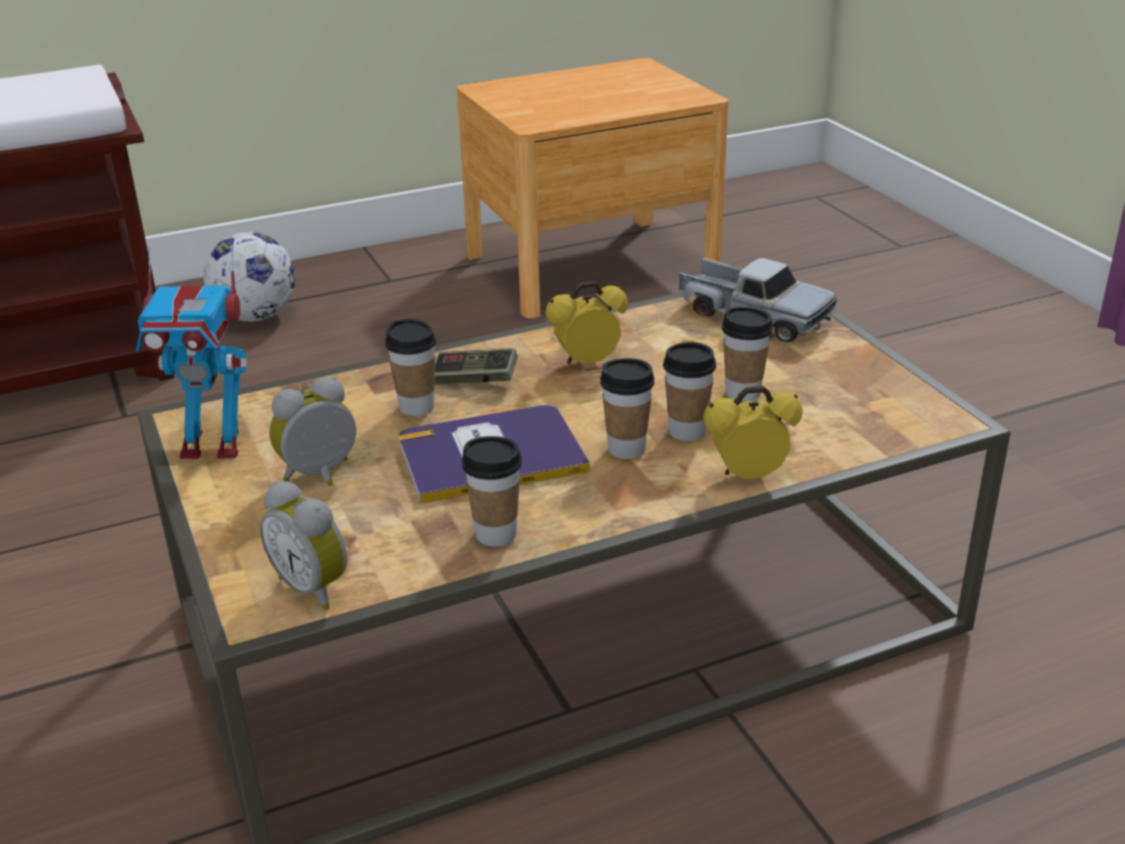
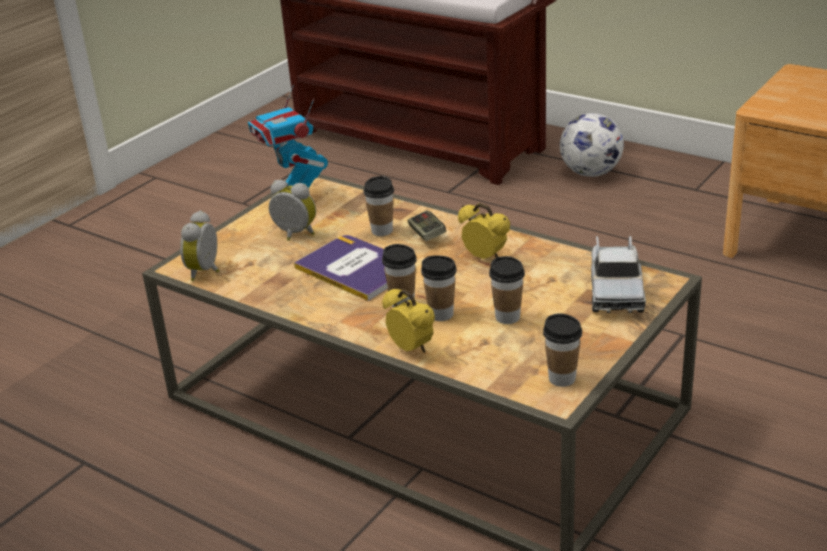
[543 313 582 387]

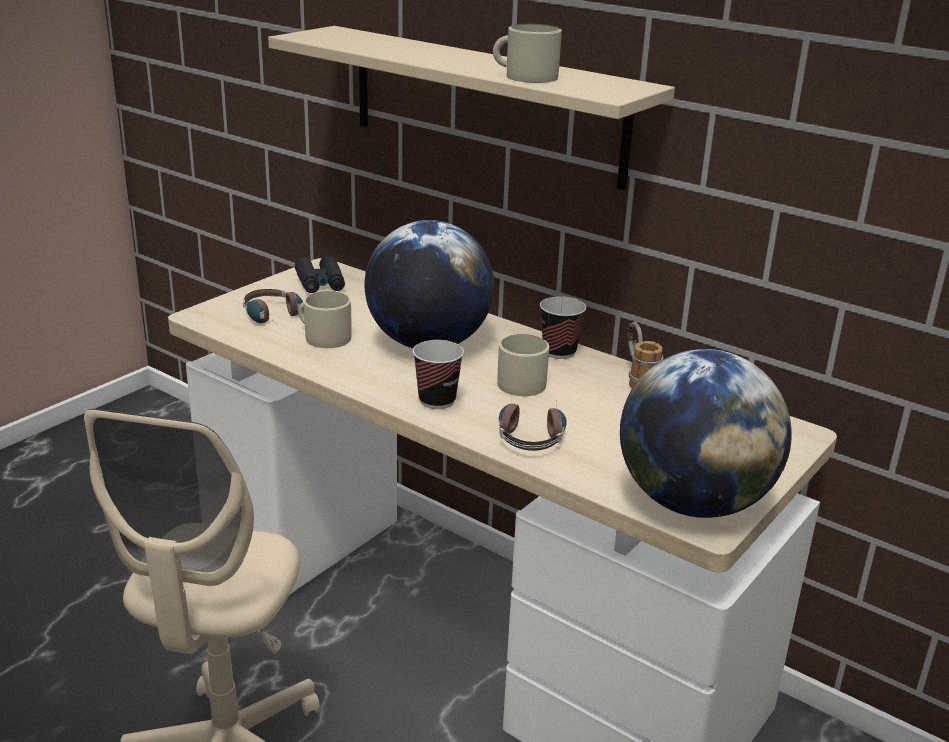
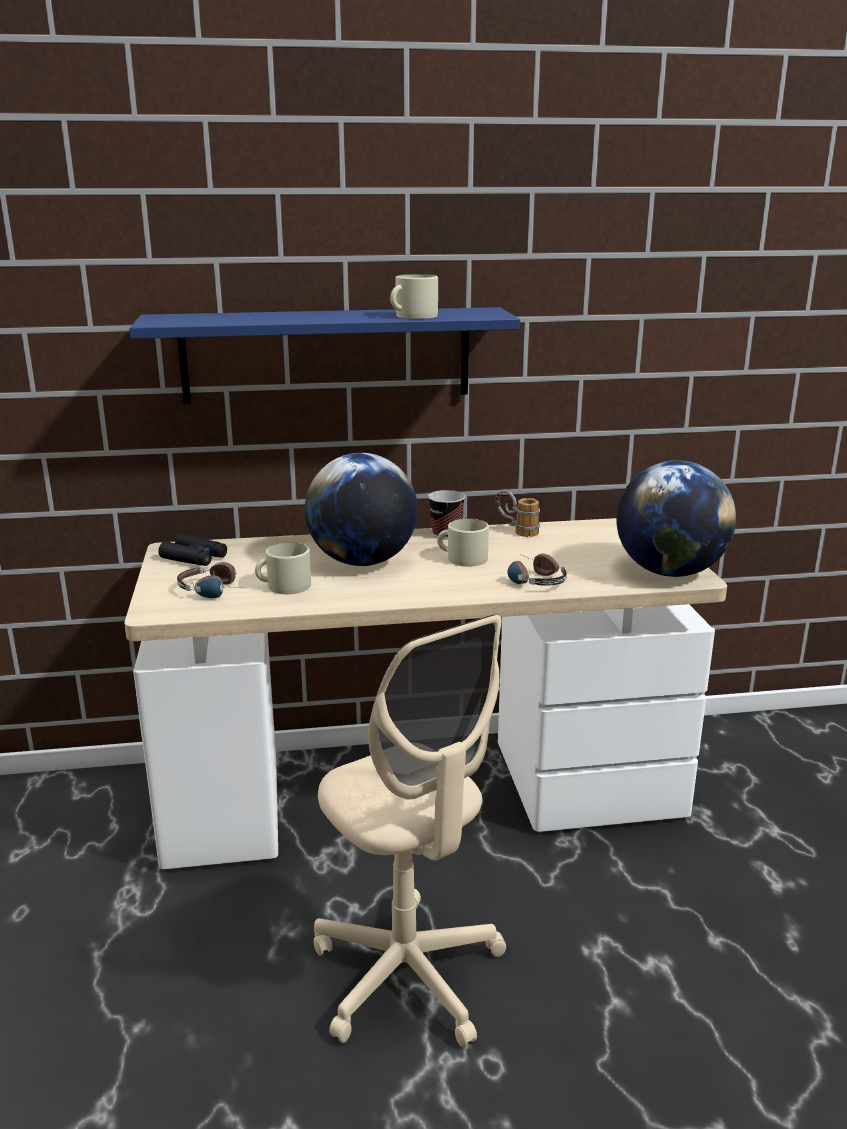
[129 307 520 404]
[413 340 464 409] (first image)

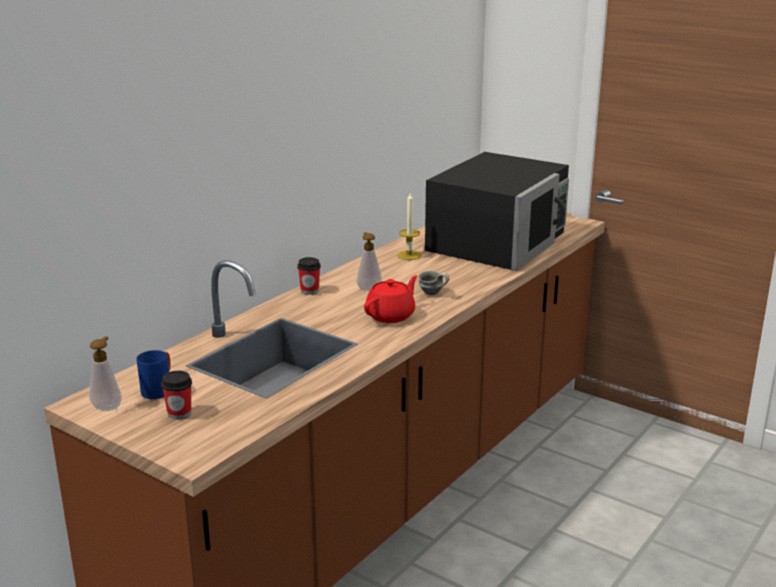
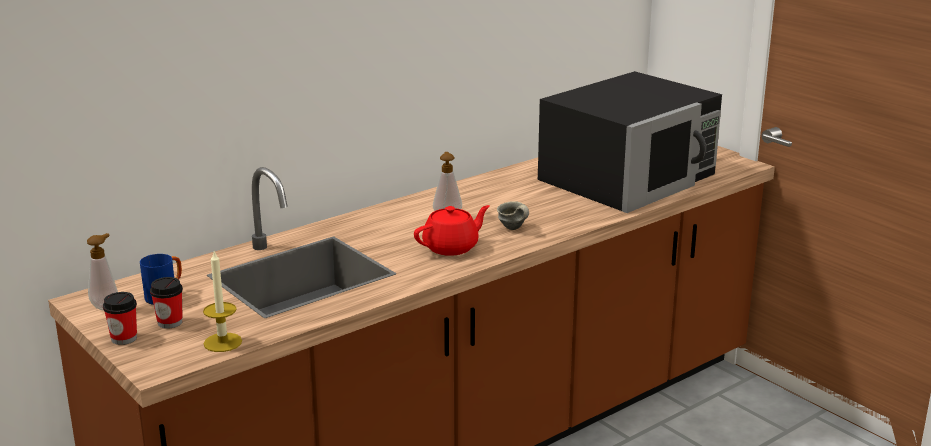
[103 292 137 345]
[203 251 242 352]

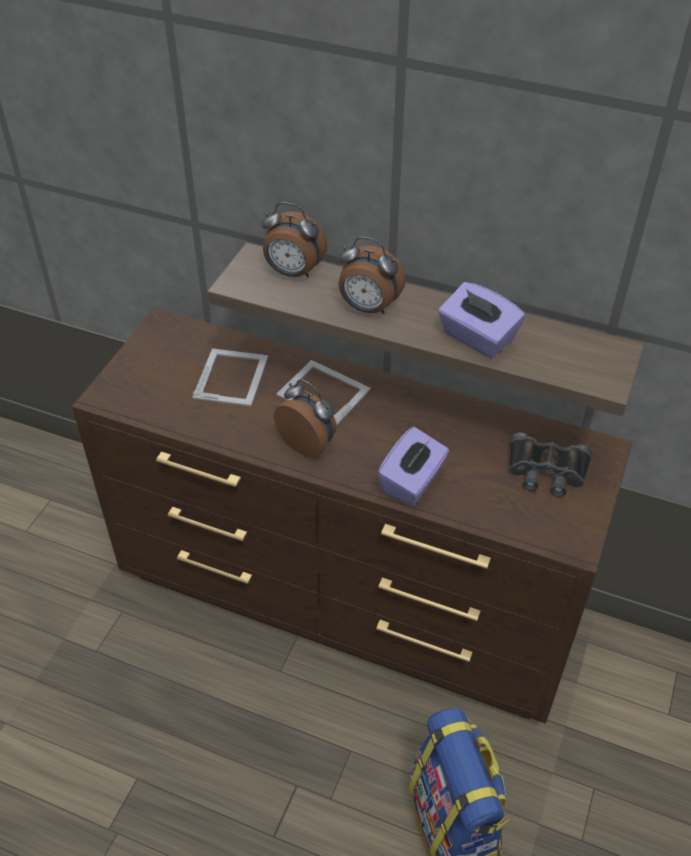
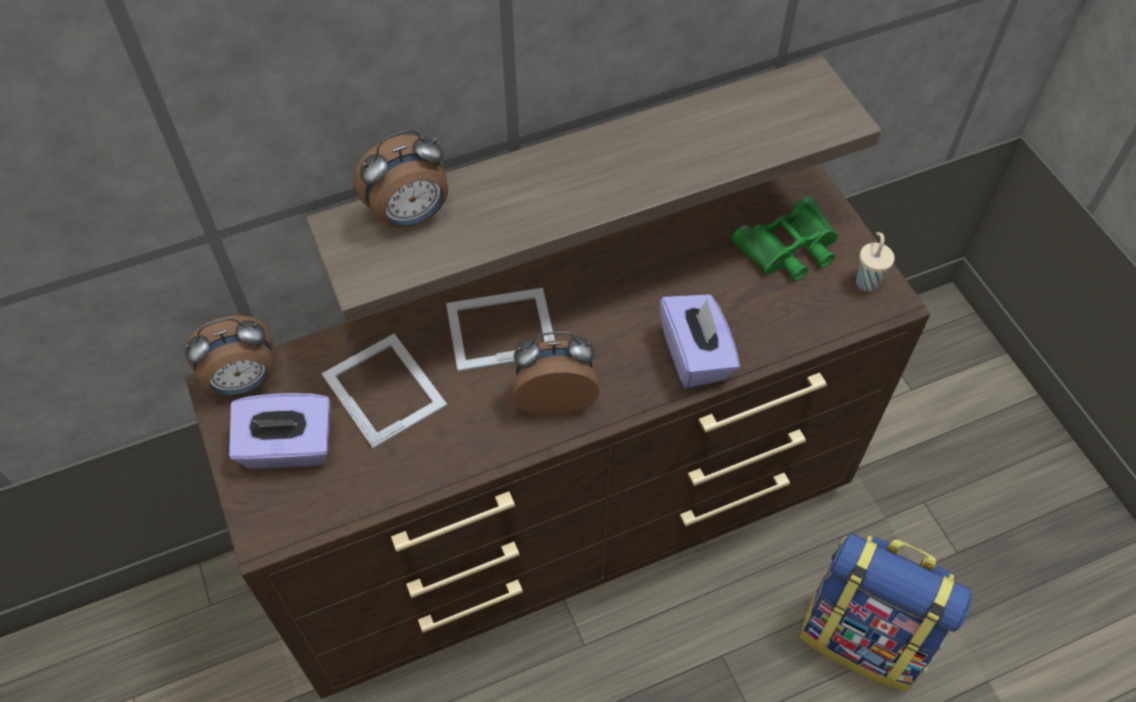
[185 315 274 396]
[229 393 331 469]
[732 196 838 281]
[856 232 895 291]

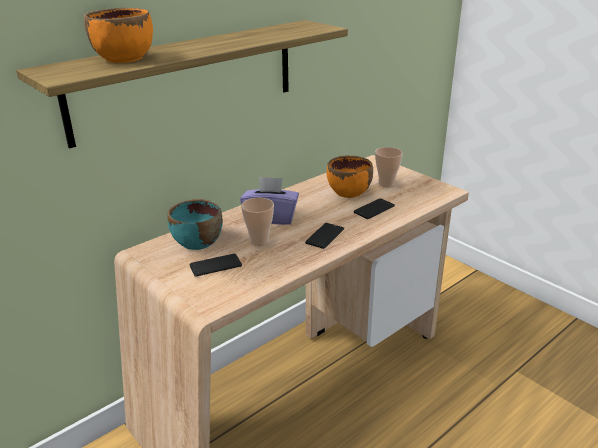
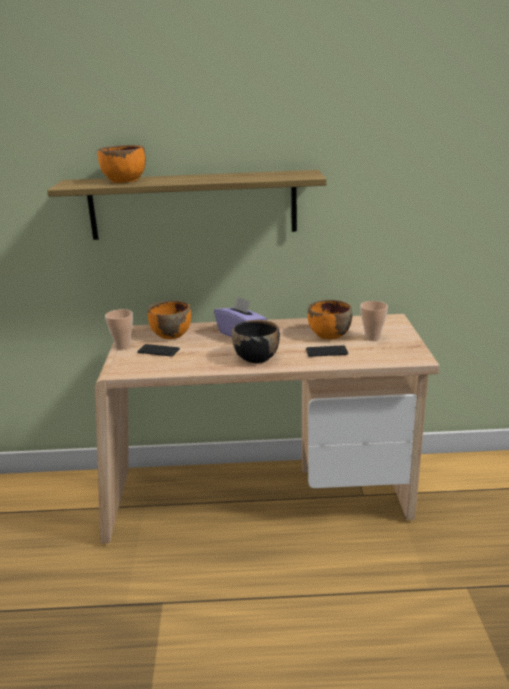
[105 309 133 349]
[148 301 191 339]
[232 320 280 363]

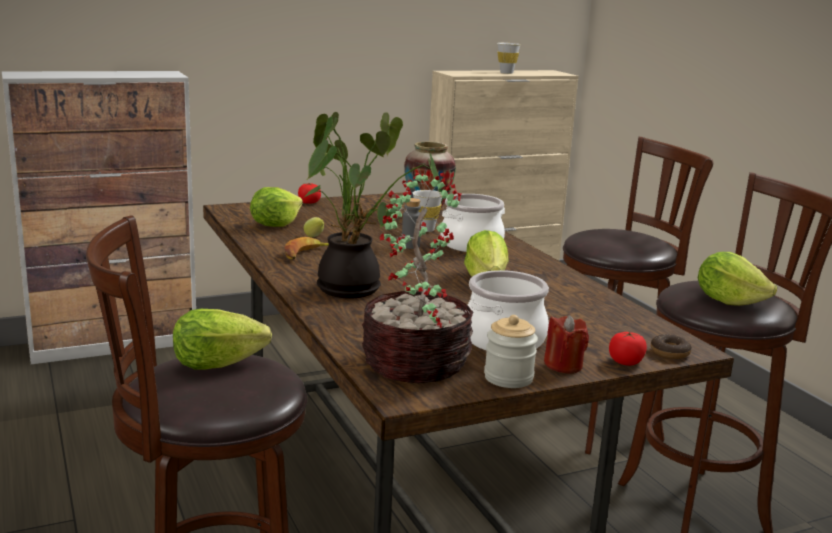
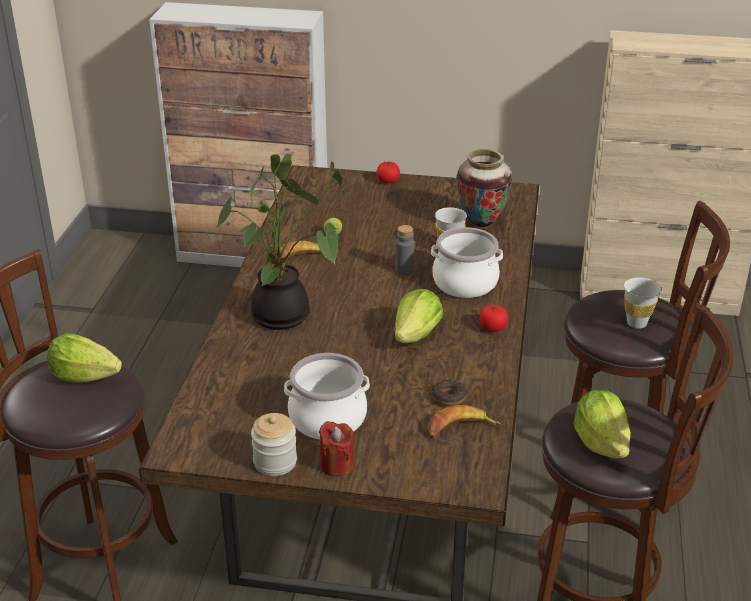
[427 405 502 438]
[432 379 467 406]
[479 304 508 332]
[624 277 661 329]
[250 187 303 227] (first image)
[362 172 473 383] (first image)

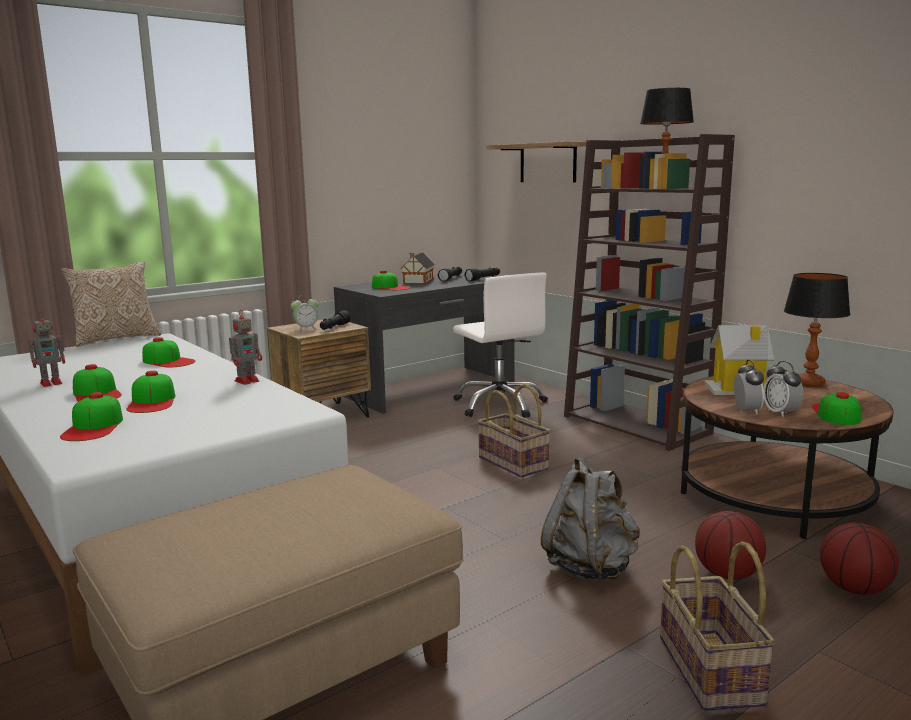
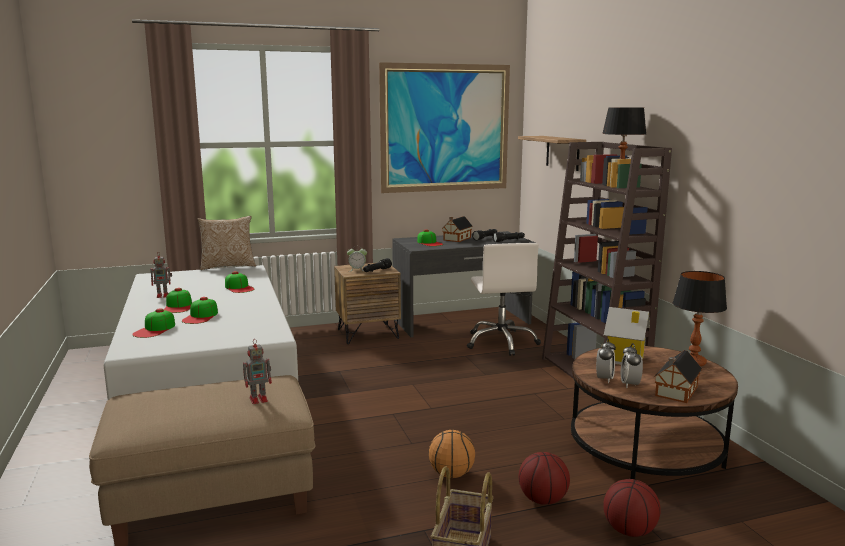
[243 339 272 404]
[379 62 510 193]
[428 430 475 478]
[654 350 702 403]
[477 384 551 478] (first image)

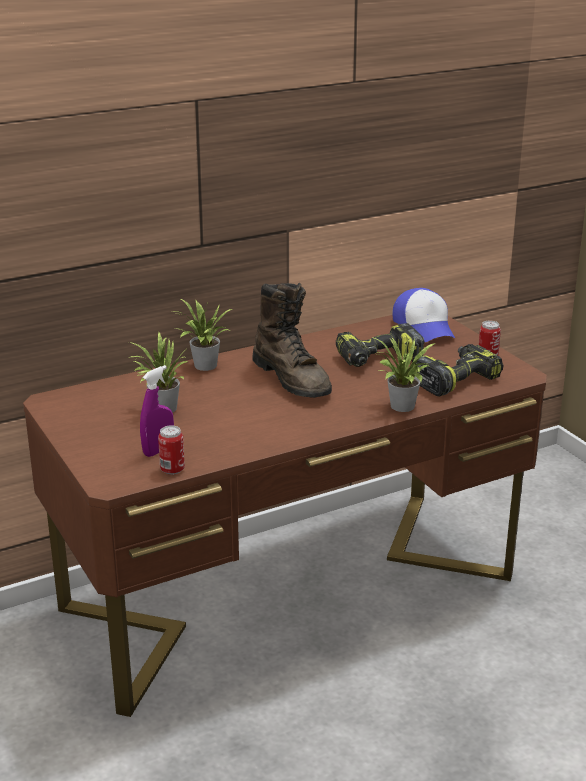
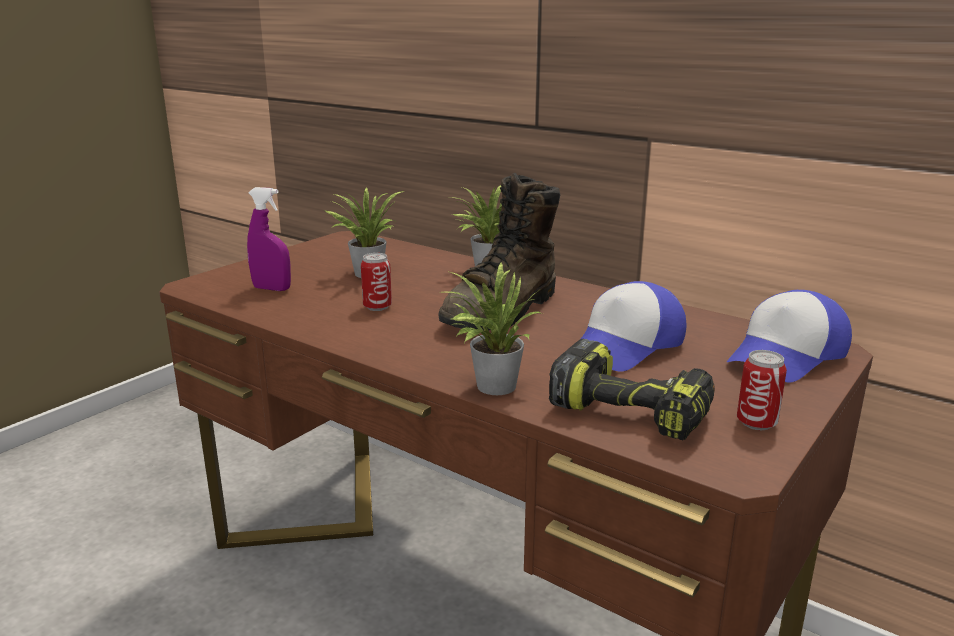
[361 253 392 311]
[581 281 686 372]

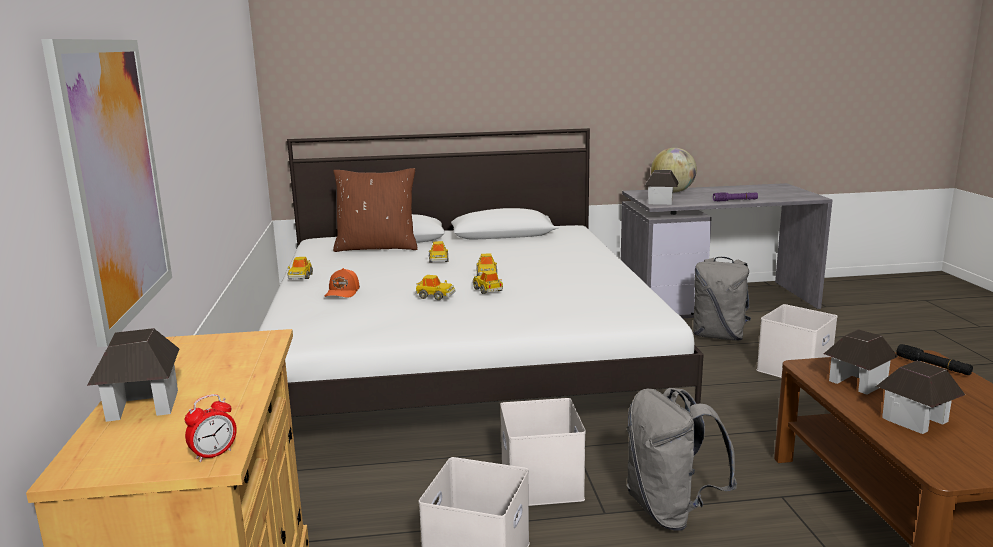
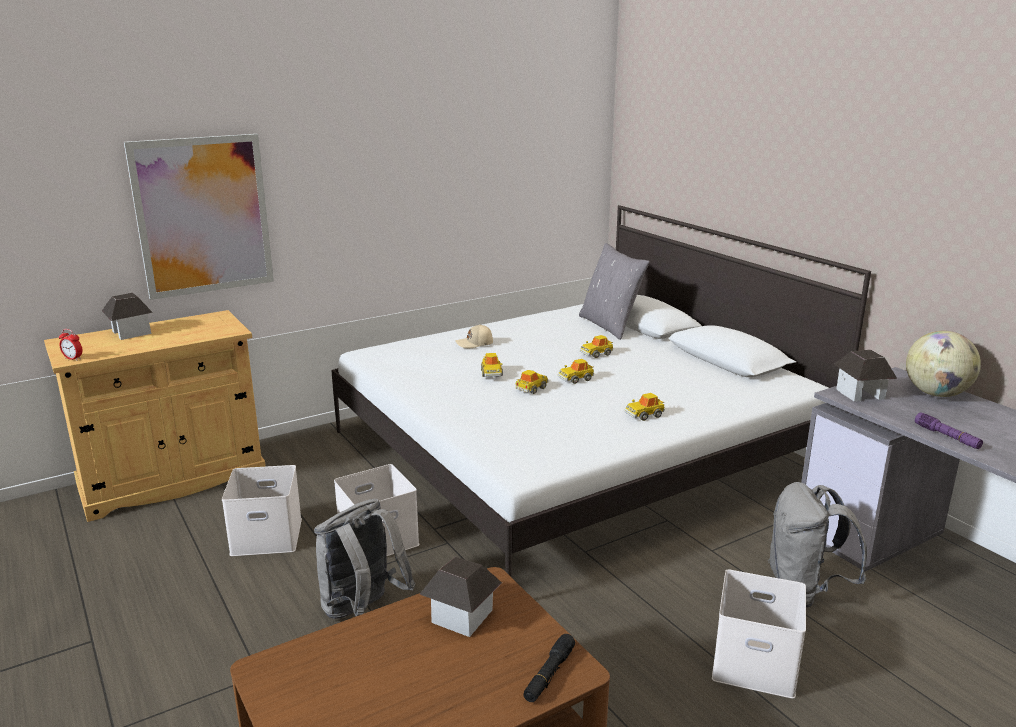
[455 324 493 348]
[579 243 650 340]
[625 393 665 421]
[876 361 965 434] (first image)

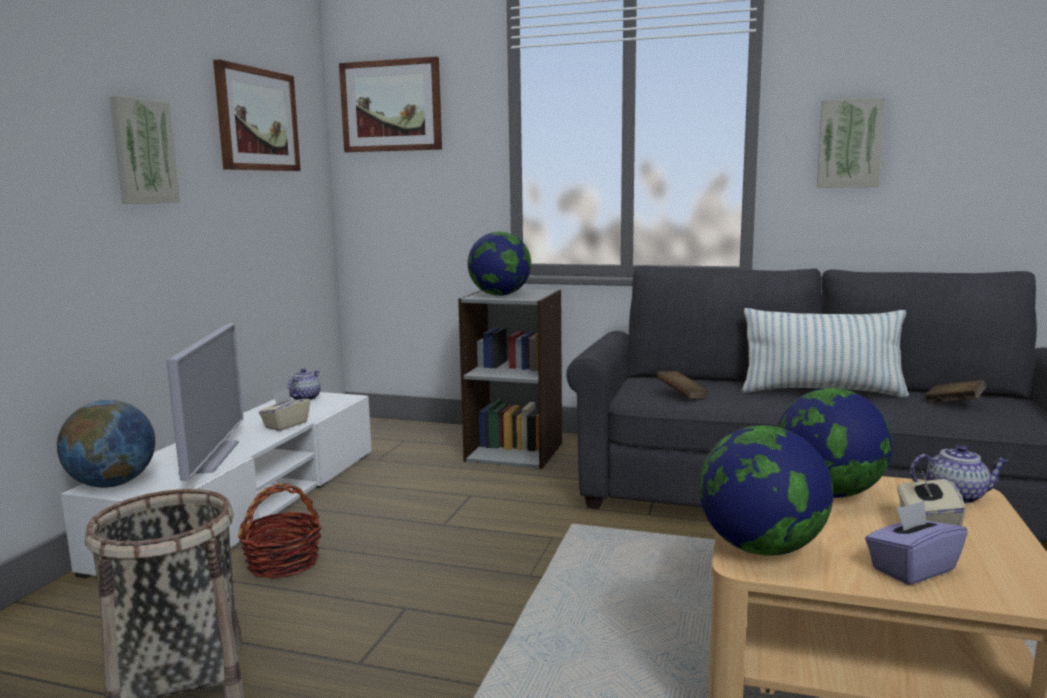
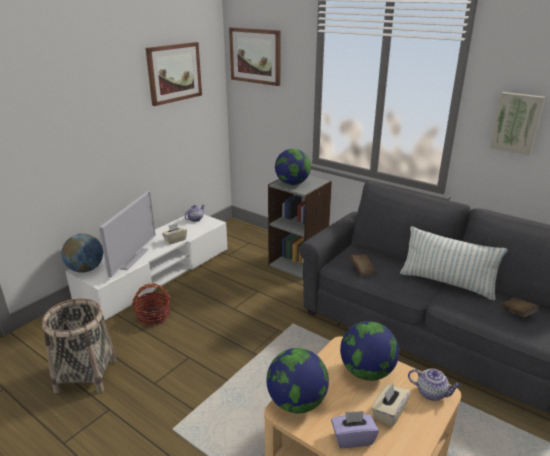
[110 96 180 204] (first image)

